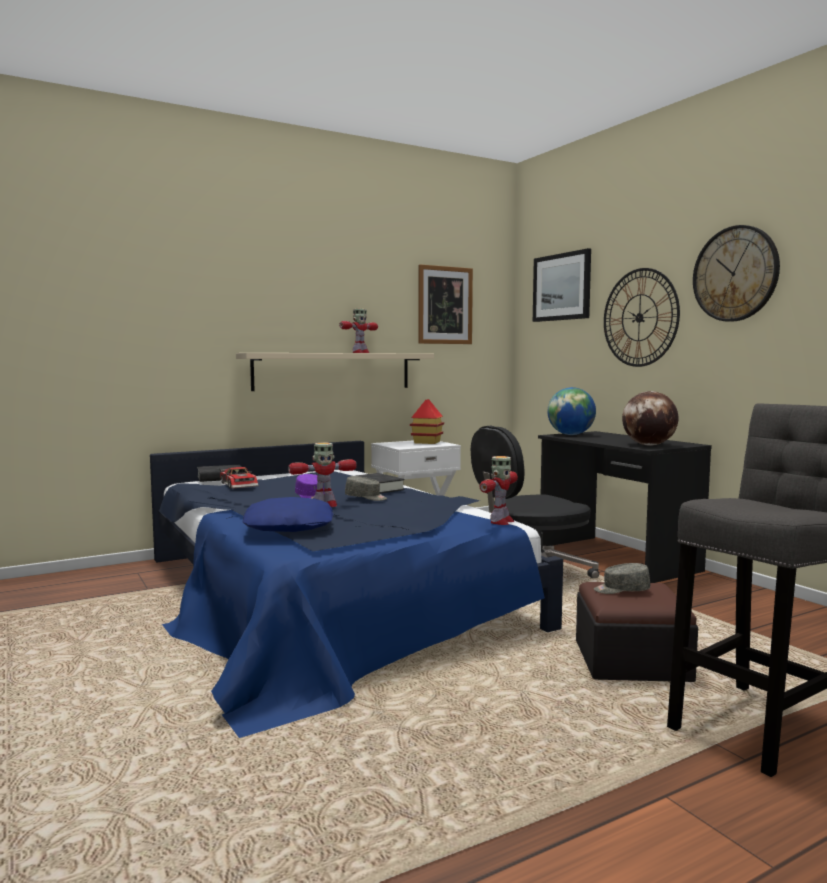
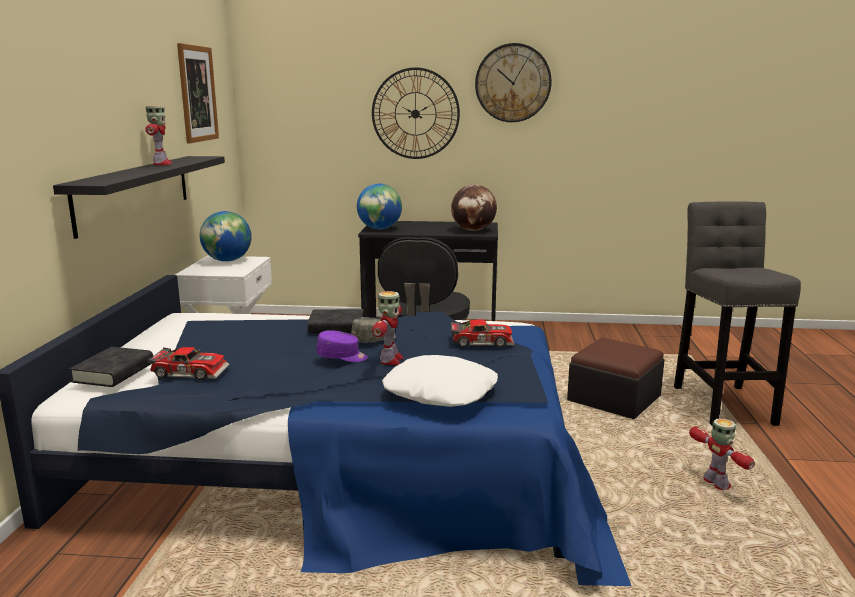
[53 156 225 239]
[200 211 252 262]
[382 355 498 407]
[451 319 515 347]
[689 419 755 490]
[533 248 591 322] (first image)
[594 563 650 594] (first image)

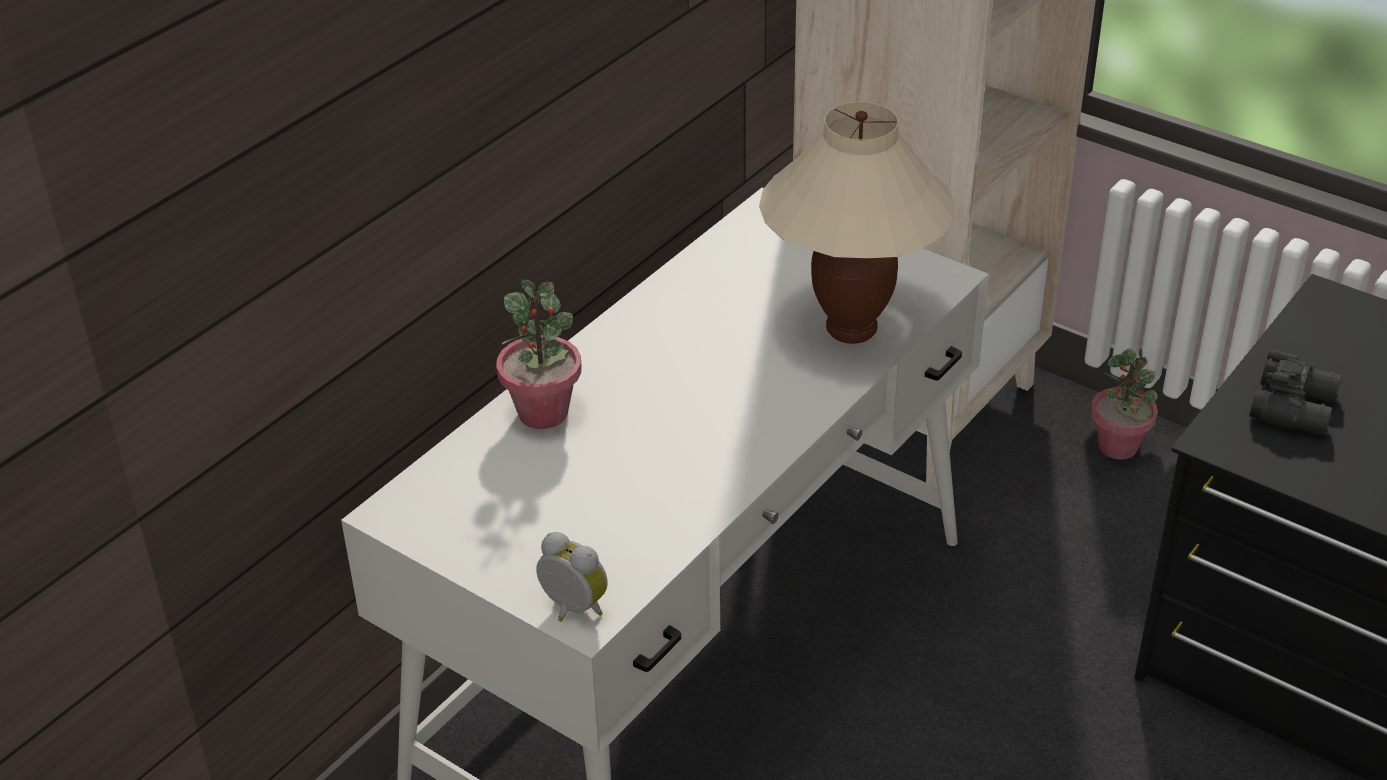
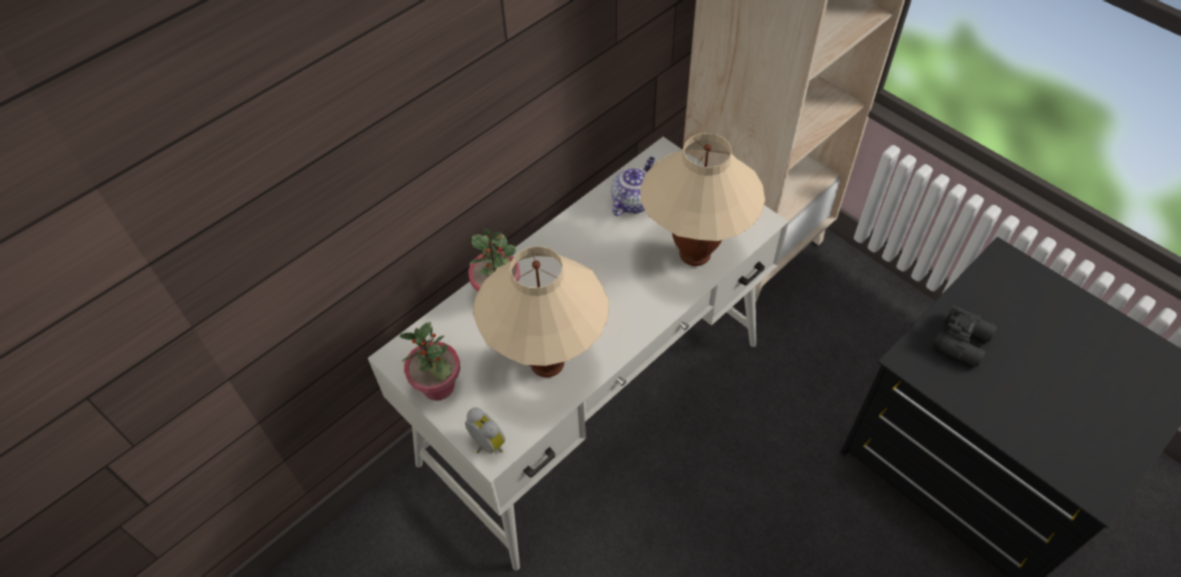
[400 322 460 401]
[473 246 609 377]
[611 157 655 216]

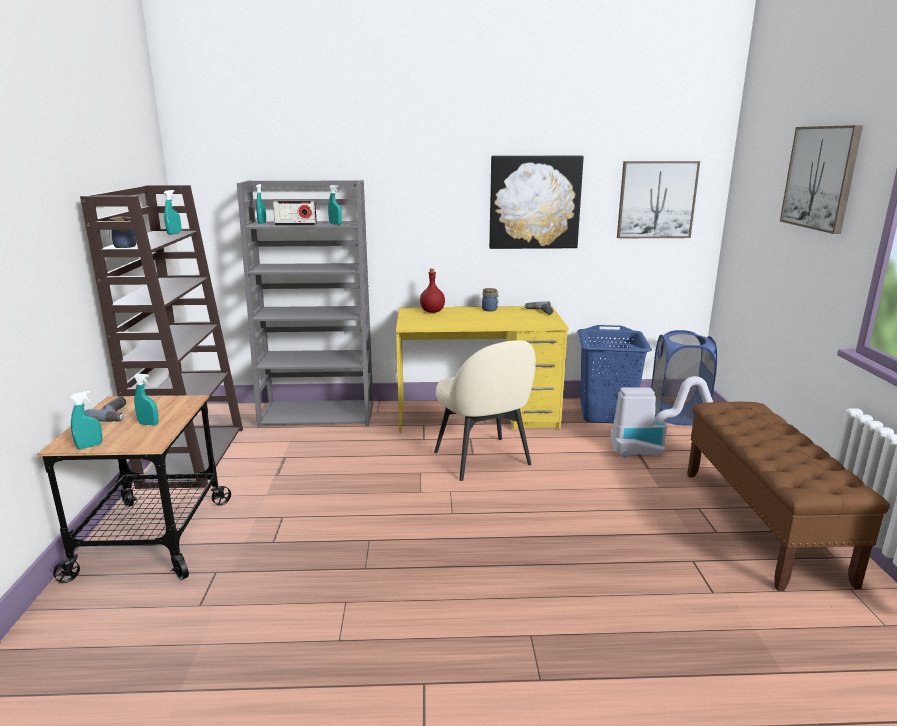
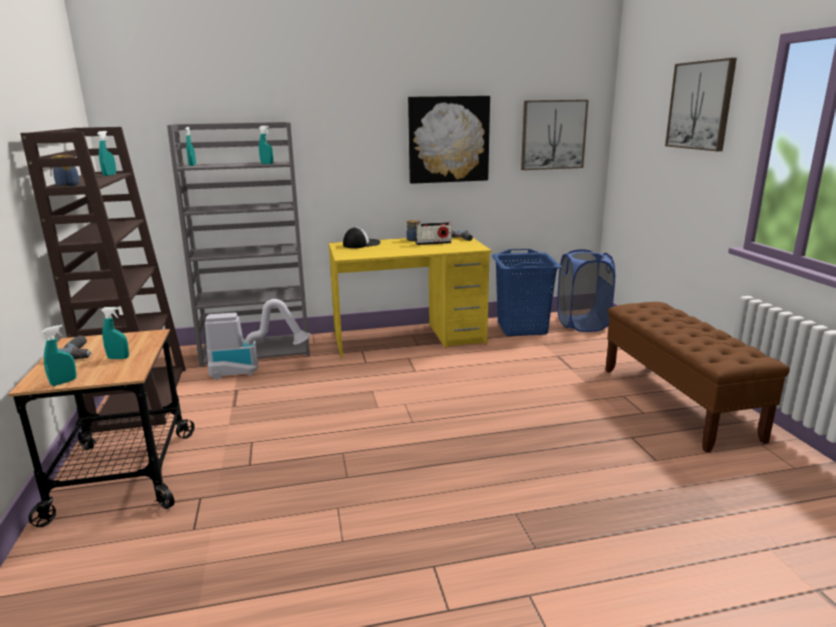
[205 299 311 380]
[343 227 381 248]
[415 222 452 245]
[434 340 536 481] (first image)

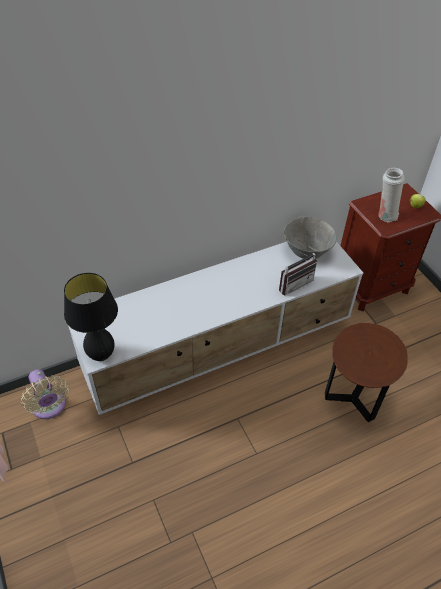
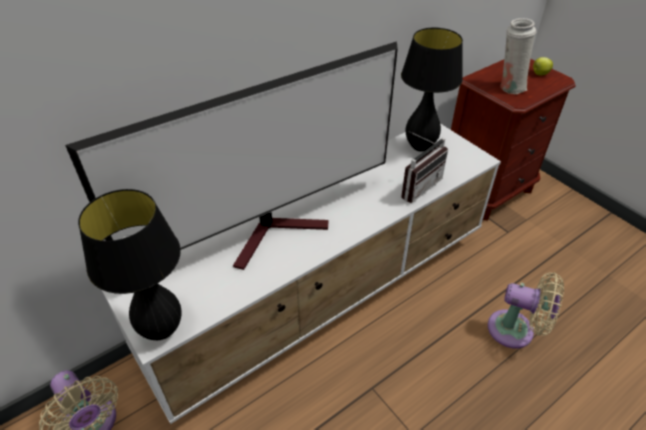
[65 41 398 270]
[401 27 463 152]
[488 273 564 348]

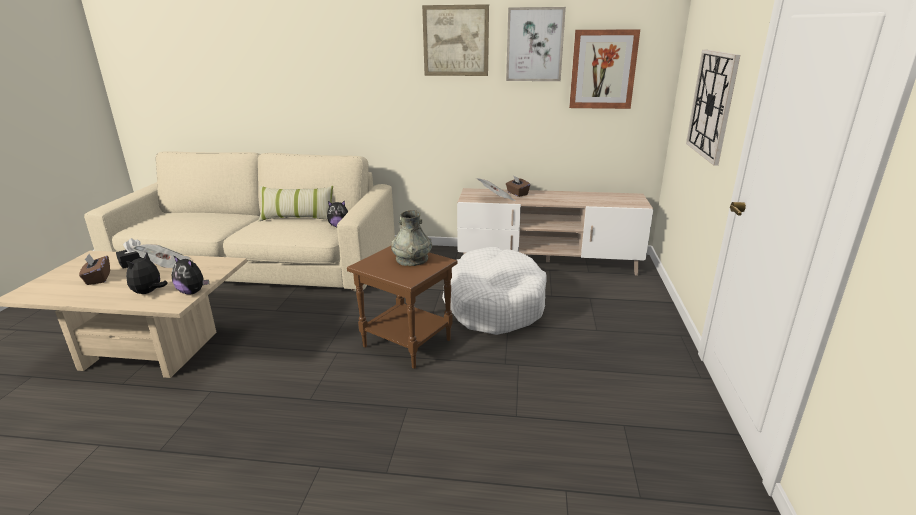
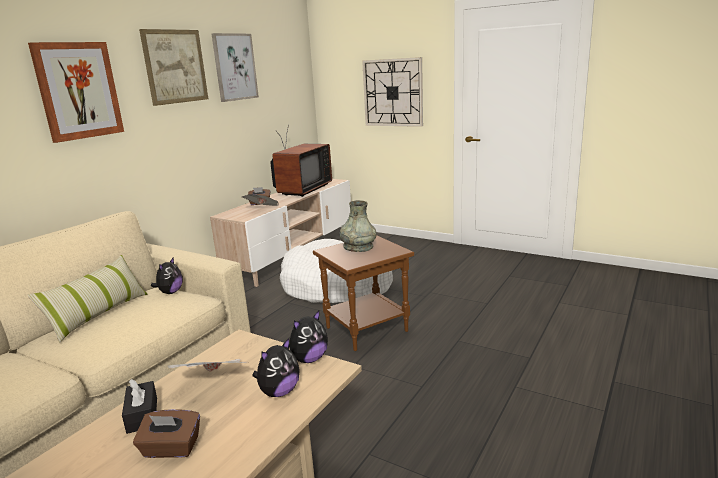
[28 42 124 143]
[252 338 299 397]
[270 124 332 197]

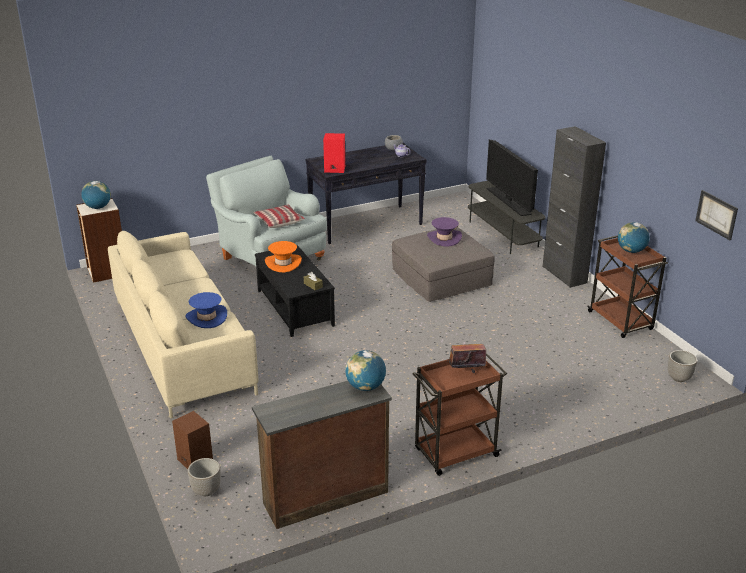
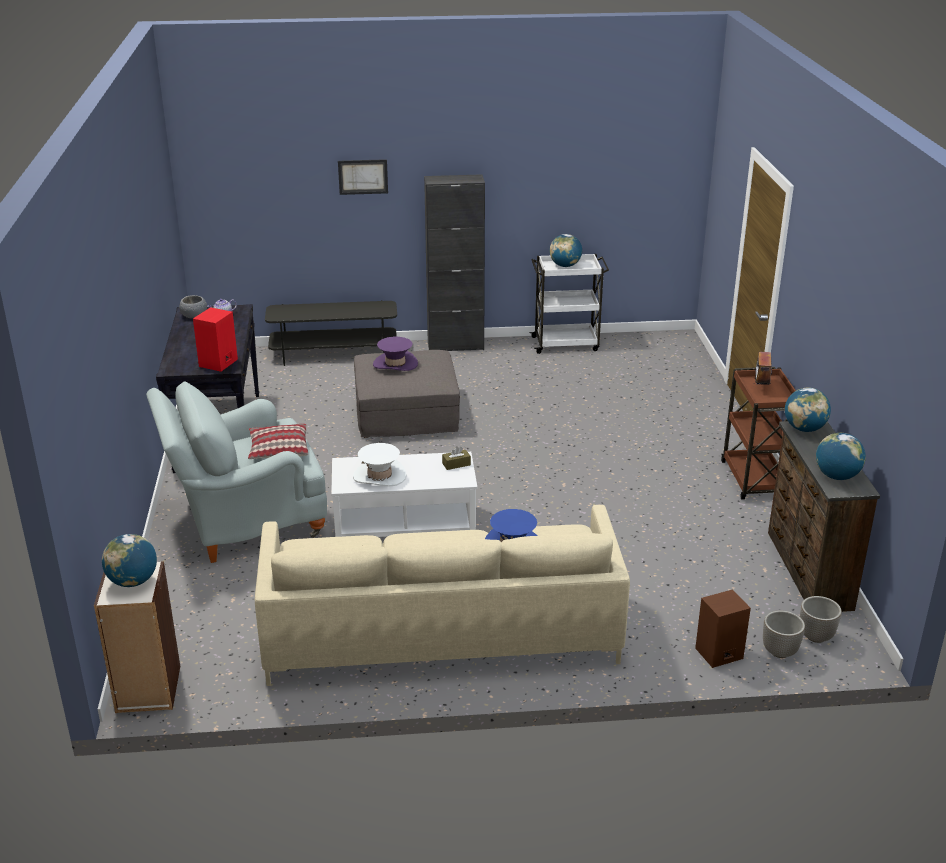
[331 452 477 537]
[338 159 388 195]
[353 443 407 487]
[529 254 609 354]
[800 596 842 643]
[816 433 866 480]
[486 139 538 216] (first image)

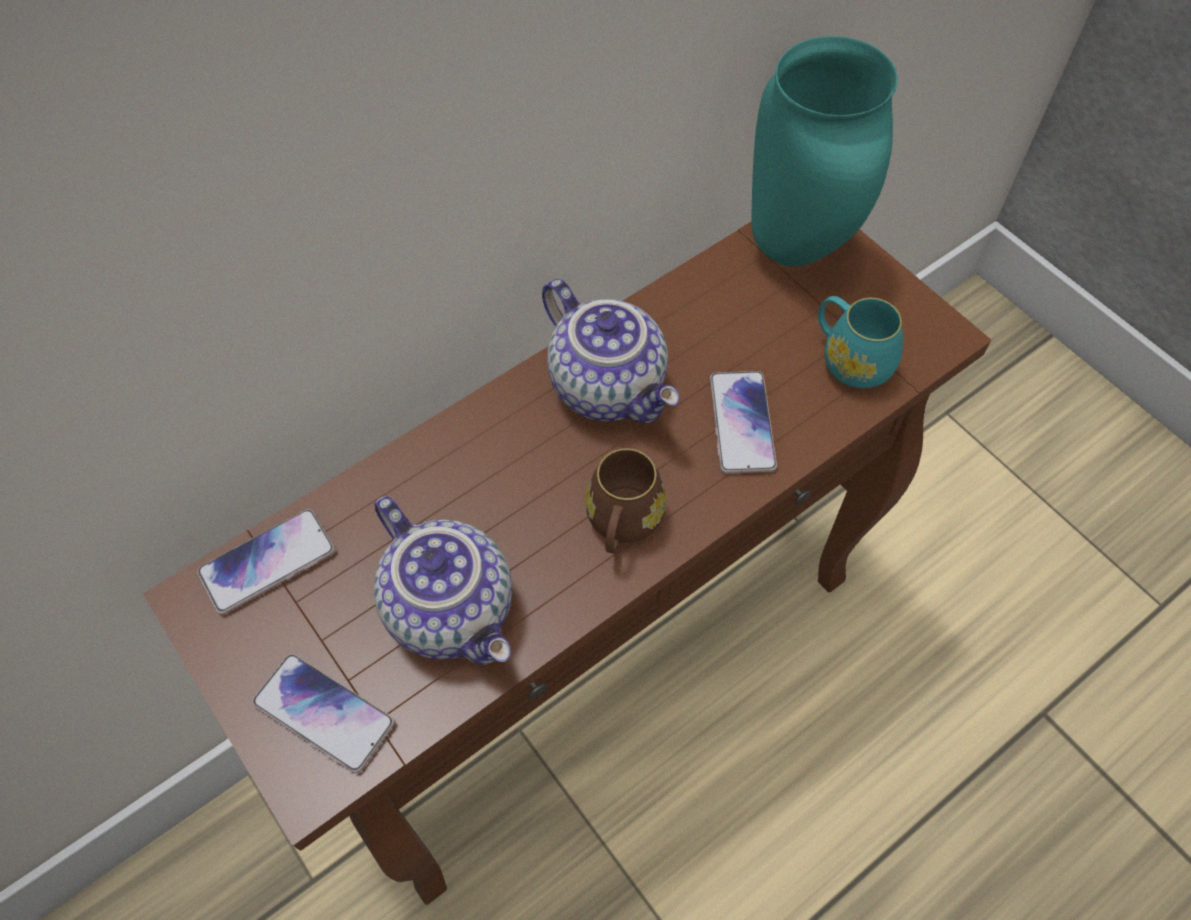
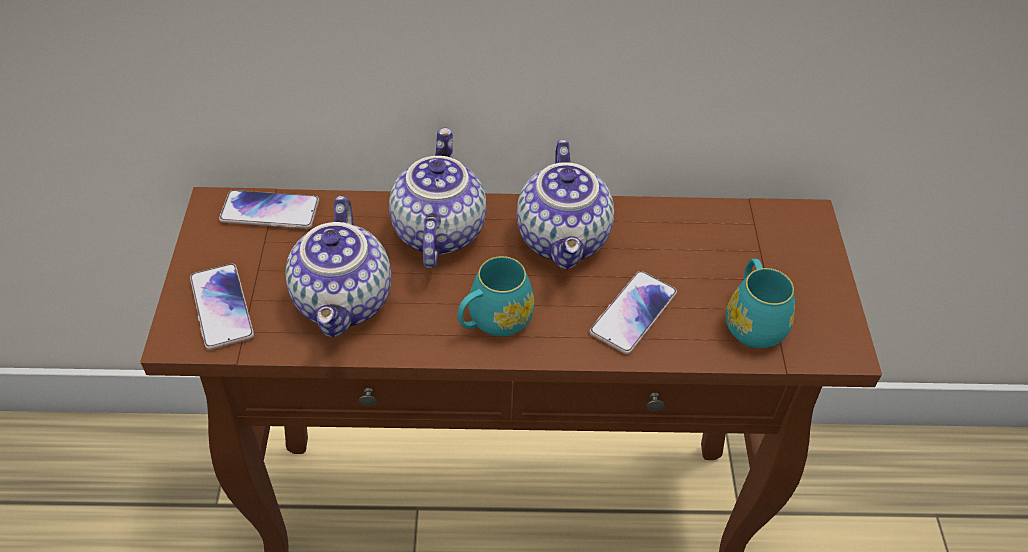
[389 128 487 268]
[457 256 534 337]
[751 36 898 267] (first image)

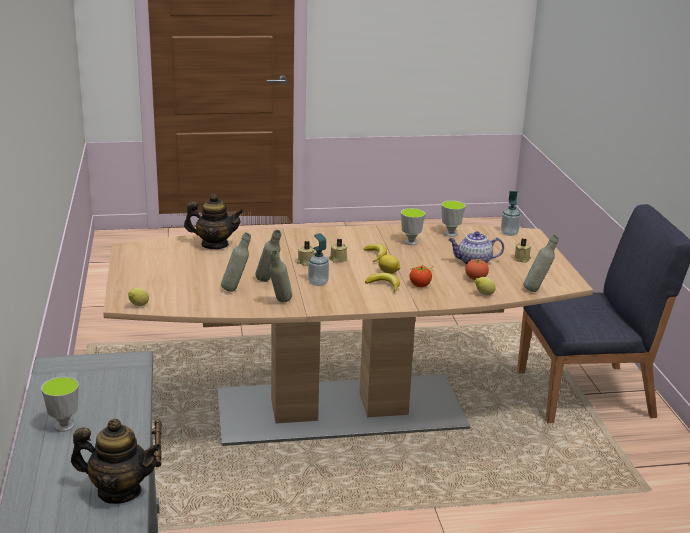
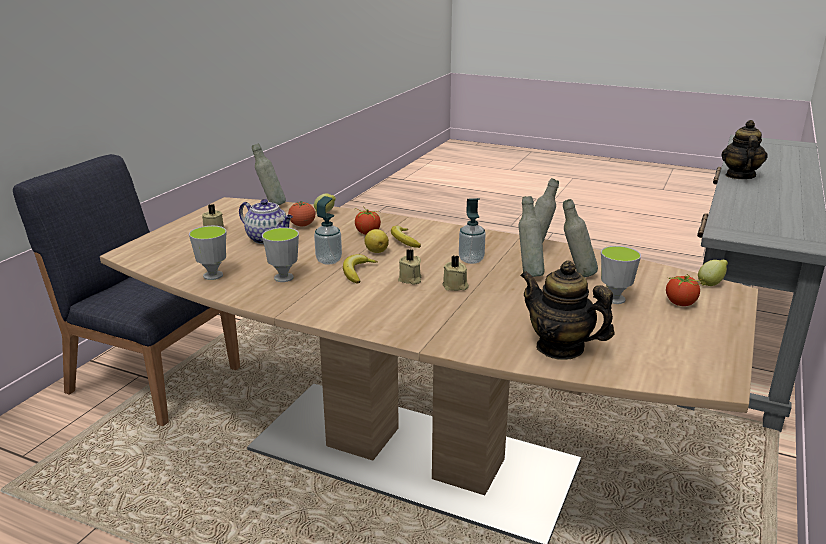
[314 196 342 265]
[601 246 641 304]
[666 274 704 306]
[721 120 768 179]

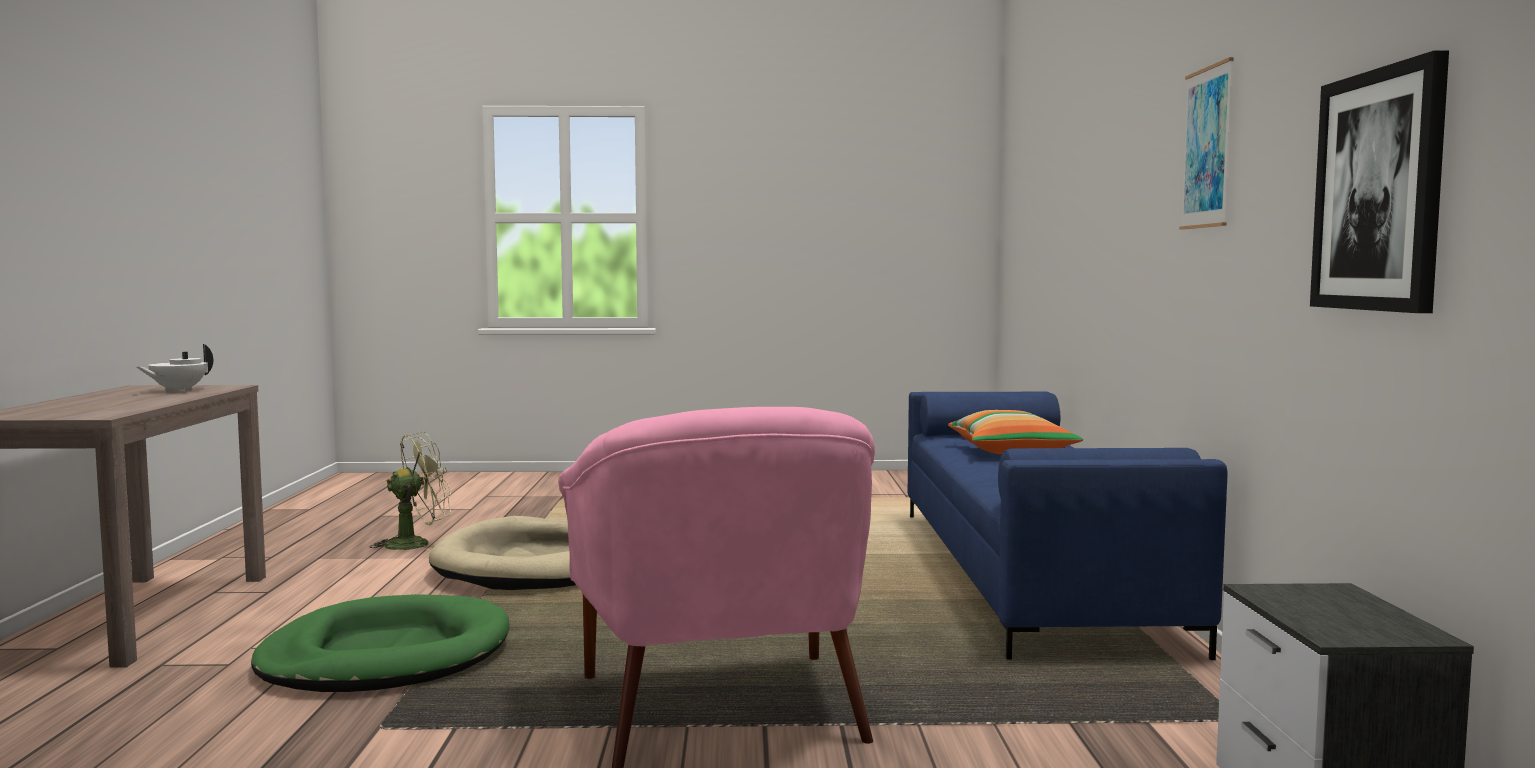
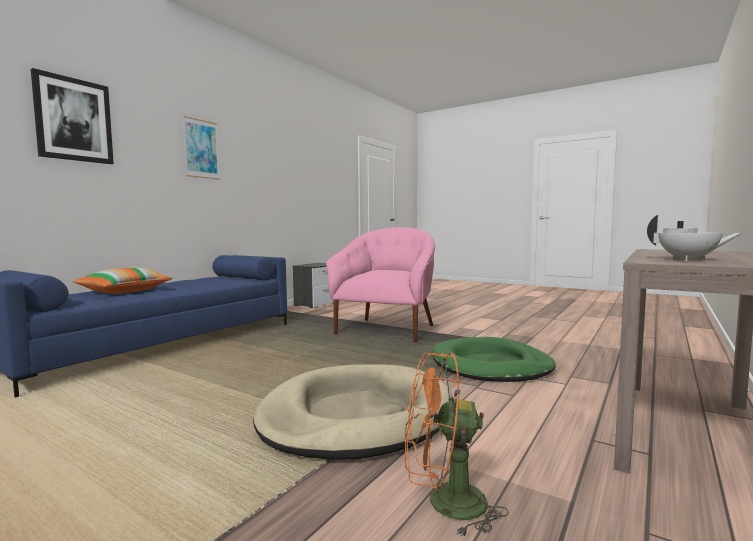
[31 68 114 164]
[405 353 508 538]
[647 215 742 261]

